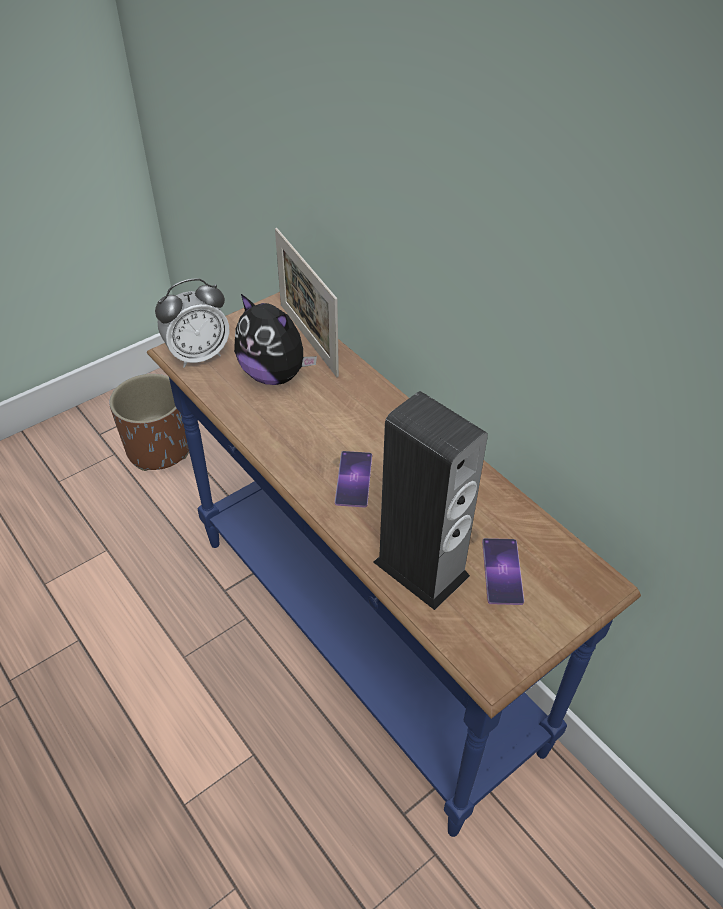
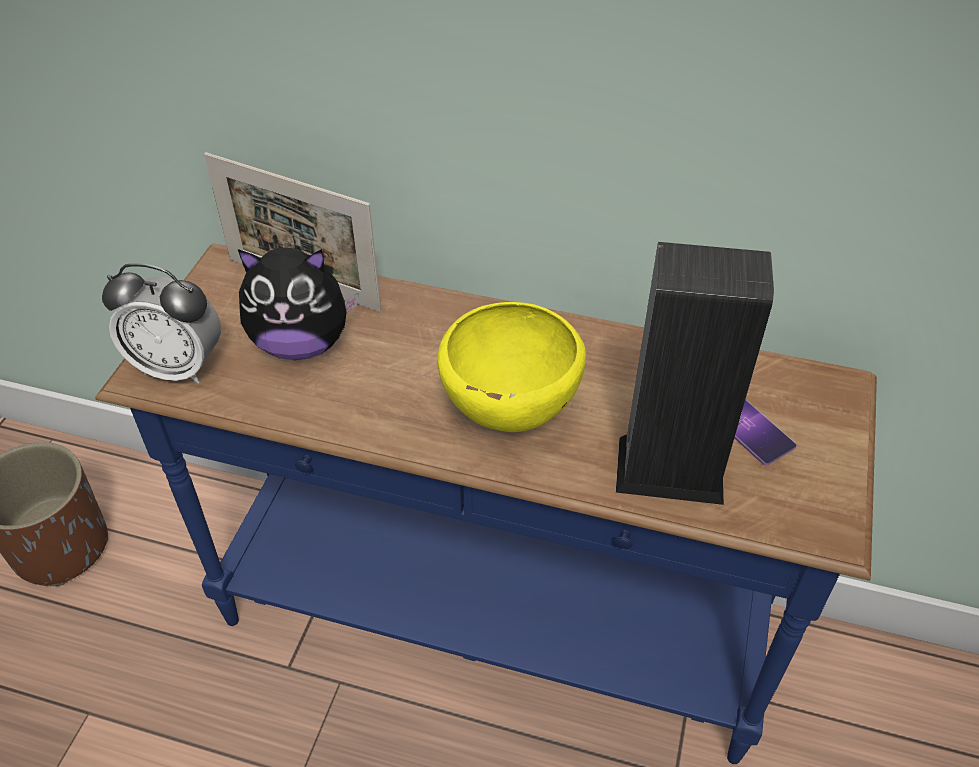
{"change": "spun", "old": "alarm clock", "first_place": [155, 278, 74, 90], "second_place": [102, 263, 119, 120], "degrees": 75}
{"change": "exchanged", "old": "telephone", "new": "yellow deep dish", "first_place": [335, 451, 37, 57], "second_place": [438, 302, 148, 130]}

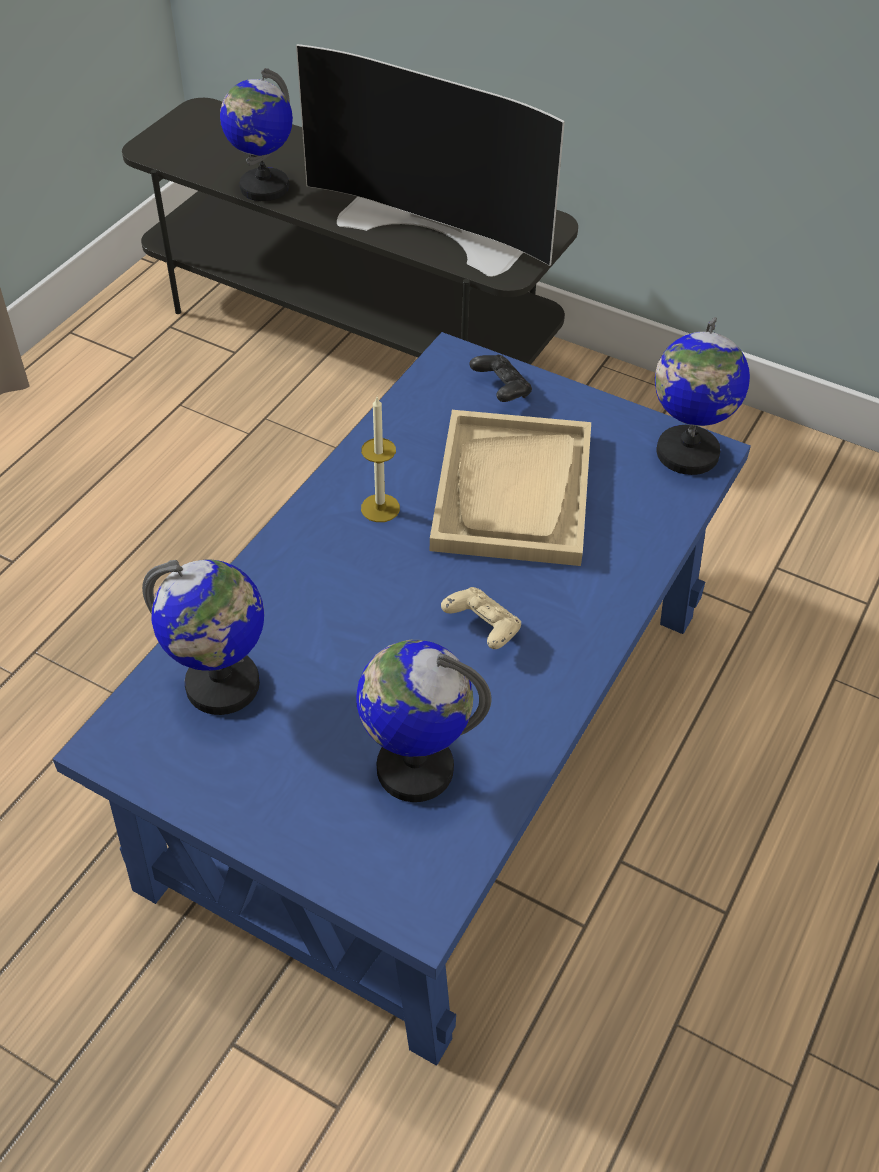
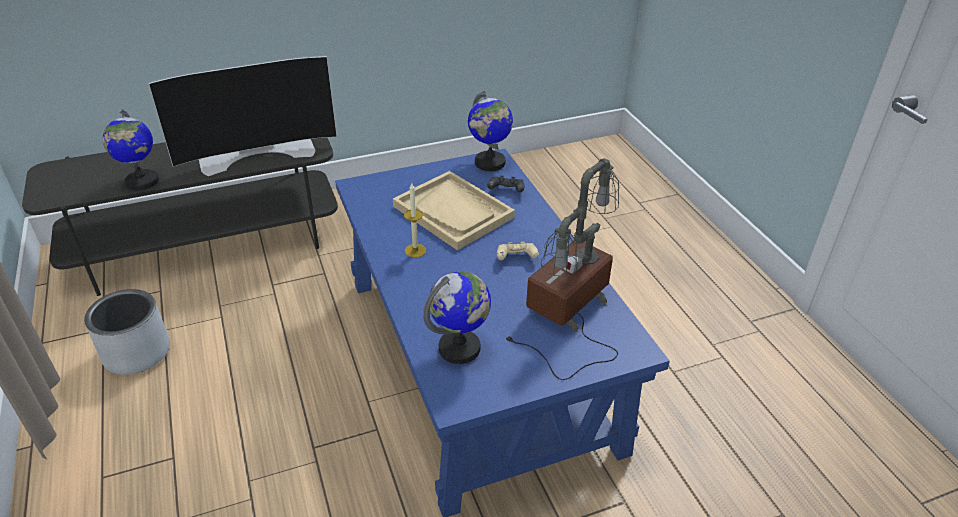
{"change": "exchanged", "old": "desk globe", "new": "lamp for a table", "first_place": [356, 640, 135, 162], "second_place": [504, 158, 115, 222]}
{"change": "relocated", "old": "black gamepad", "first_place": [469, 355, 63, 47], "second_place": [487, 175, 38, 17]}
{"change": "appeared", "new": "greyish plant pot", "second_place": [84, 289, 86, 86]}

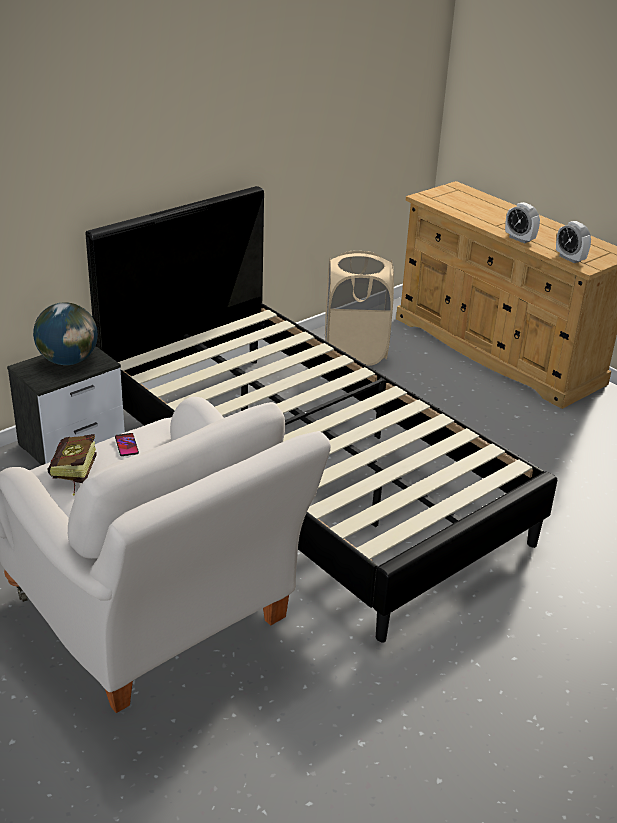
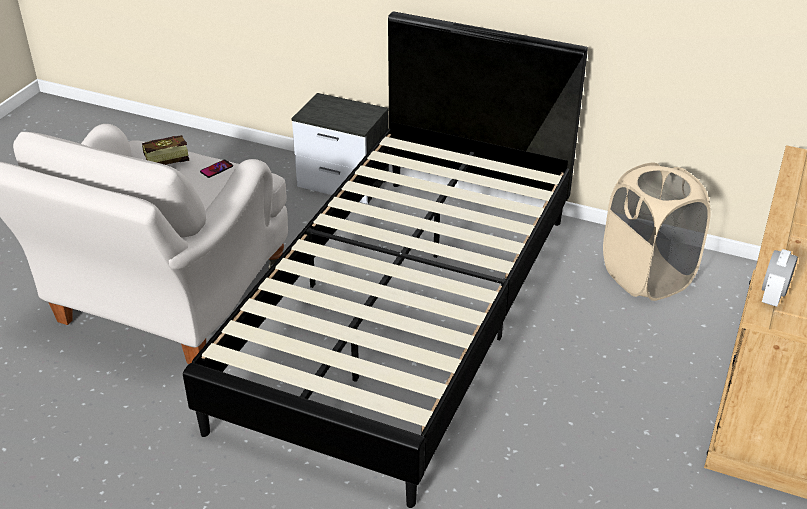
{"change": "missing", "old": "desk globe", "first_place": [33, 302, 65, 63]}
{"change": "missing", "old": "alarm clock", "first_place": [505, 202, 35, 41]}

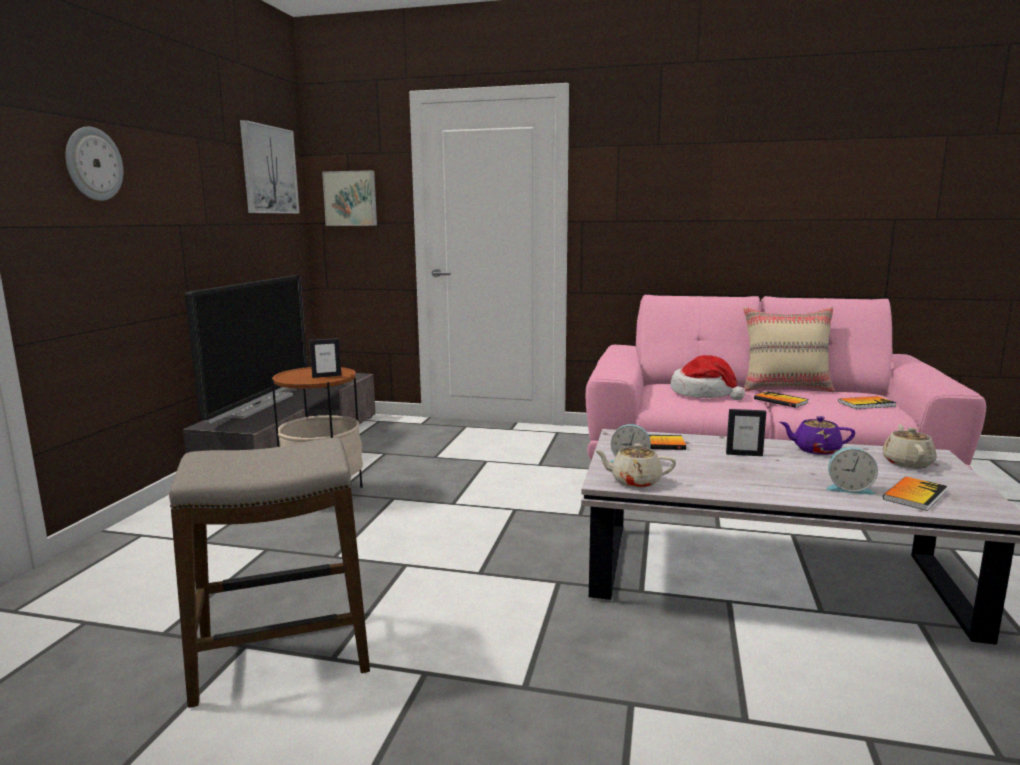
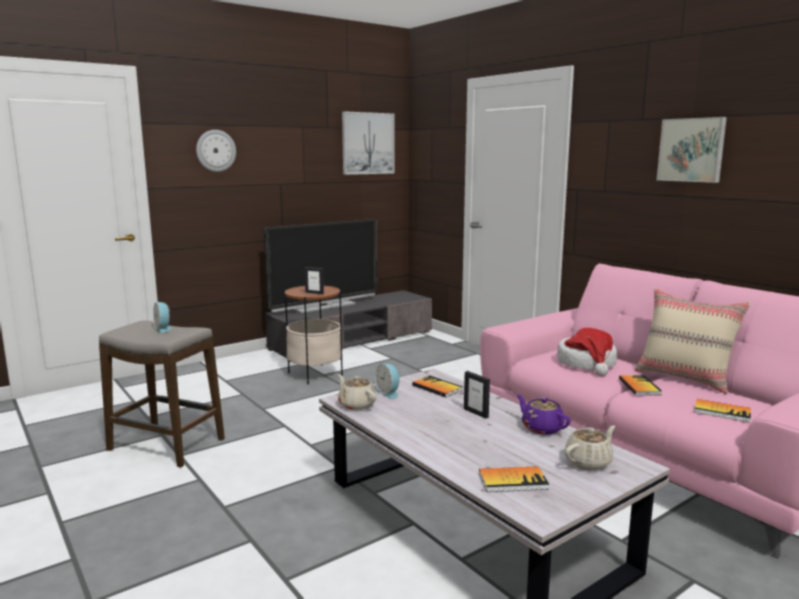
{"change": "relocated", "old": "wall art", "first_place": [322, 170, 55, 56], "second_place": [657, 117, 70, 66]}
{"change": "relocated", "old": "alarm clock", "first_place": [826, 447, 52, 48], "second_place": [153, 302, 18, 31]}

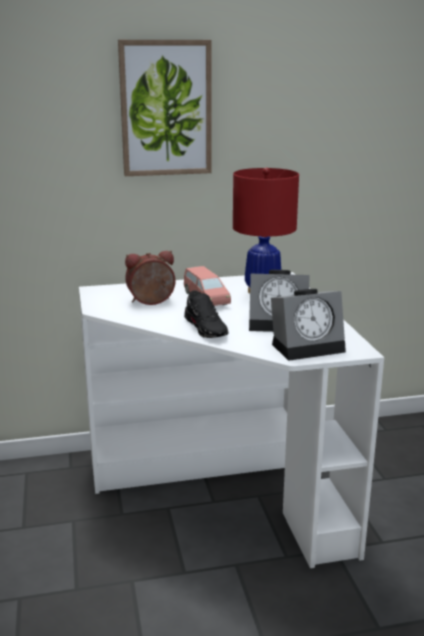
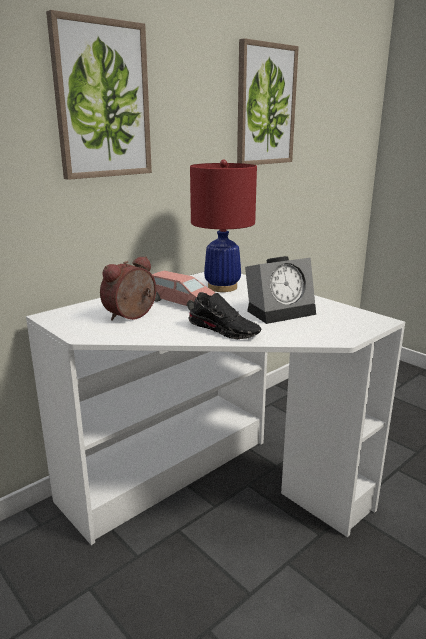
{"change": "missing", "old": "alarm clock", "first_place": [271, 289, 75, 72]}
{"change": "appeared", "new": "wall art", "second_place": [237, 38, 62, 127]}

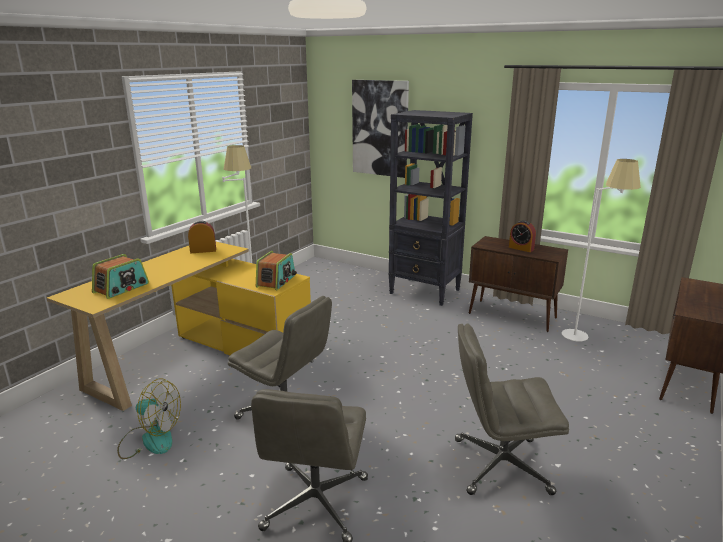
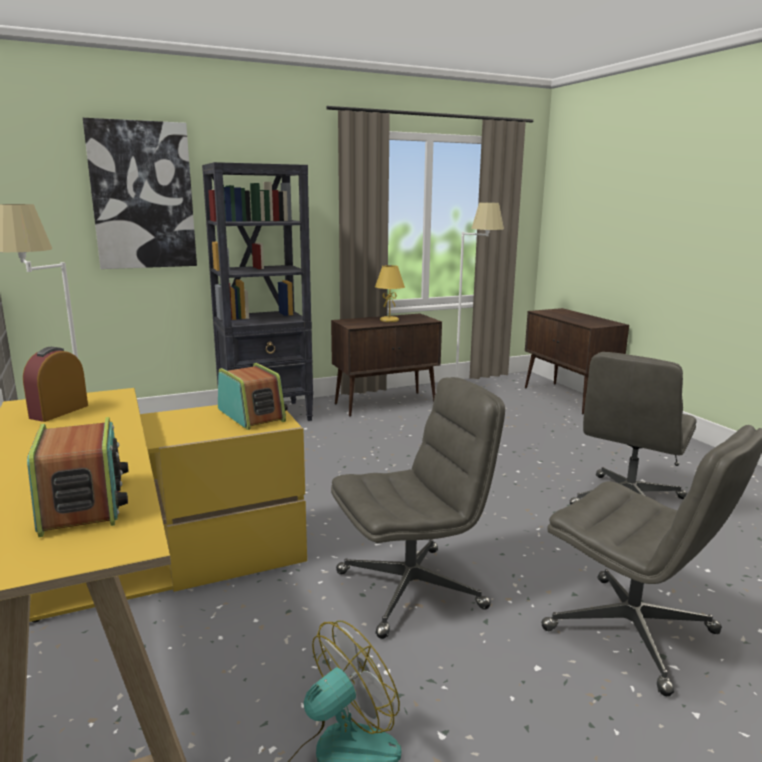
{"change": "exchanged", "old": "alarm clock", "new": "yellow lamp for a table", "first_place": [509, 220, 27, 32], "second_place": [375, 265, 30, 57]}

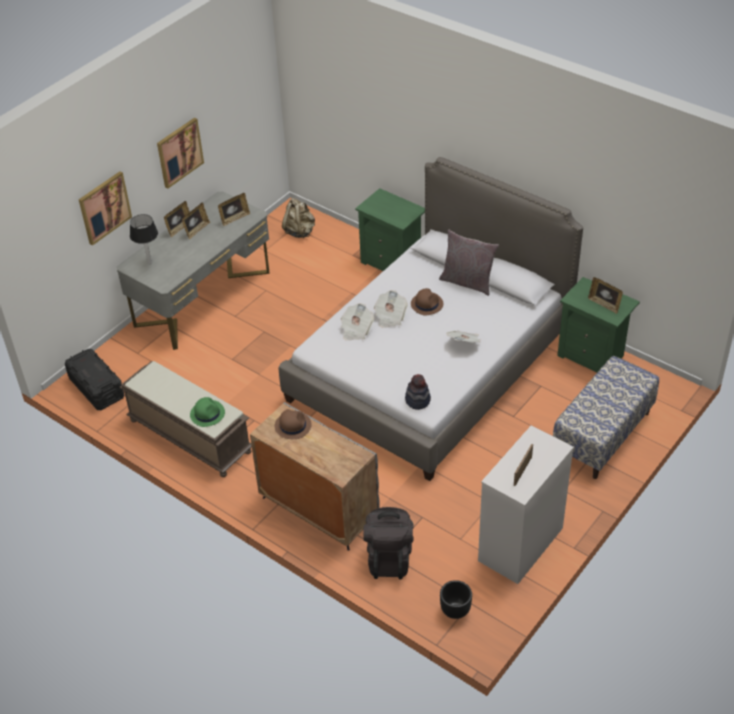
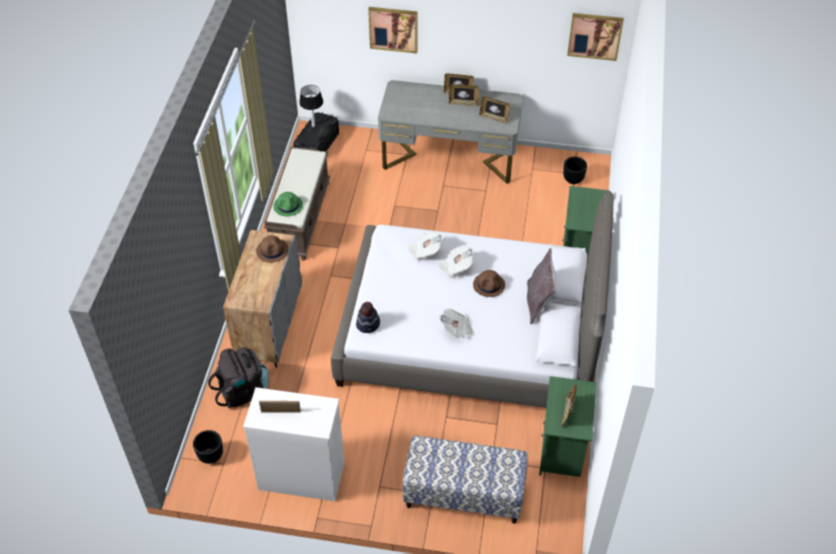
{"change": "relocated", "old": "lamp for a table", "first_place": [130, 214, 28, 50], "second_place": [299, 85, 24, 42]}
{"change": "relocated", "old": "wall art", "first_place": [157, 118, 47, 71], "second_place": [567, 13, 57, 48]}
{"change": "exchanged", "old": "beige knapsack", "new": "black plant pot", "first_place": [282, 198, 33, 40], "second_place": [563, 157, 24, 27]}

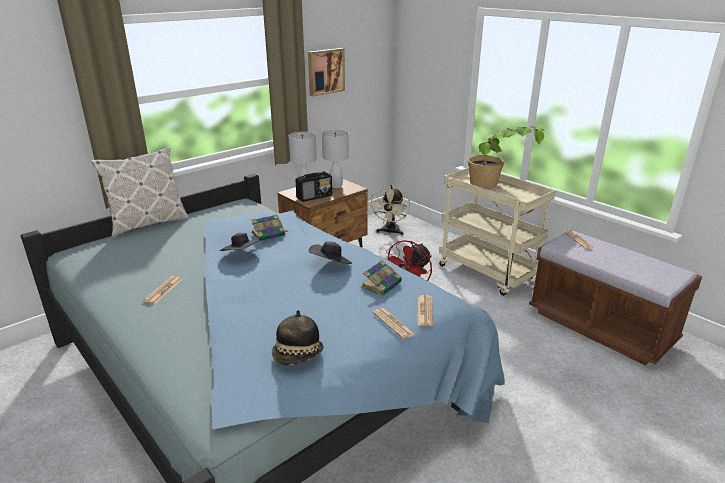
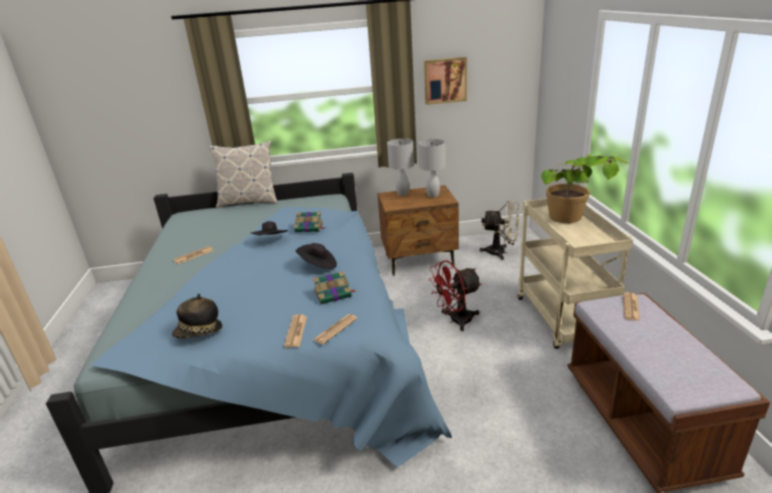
{"change": "missing", "old": "radio", "first_place": [296, 171, 36, 31]}
{"change": "spun", "old": "beige fan", "first_place": [369, 185, 41, 50], "second_place": [480, 200, 39, 60], "degrees": -120}

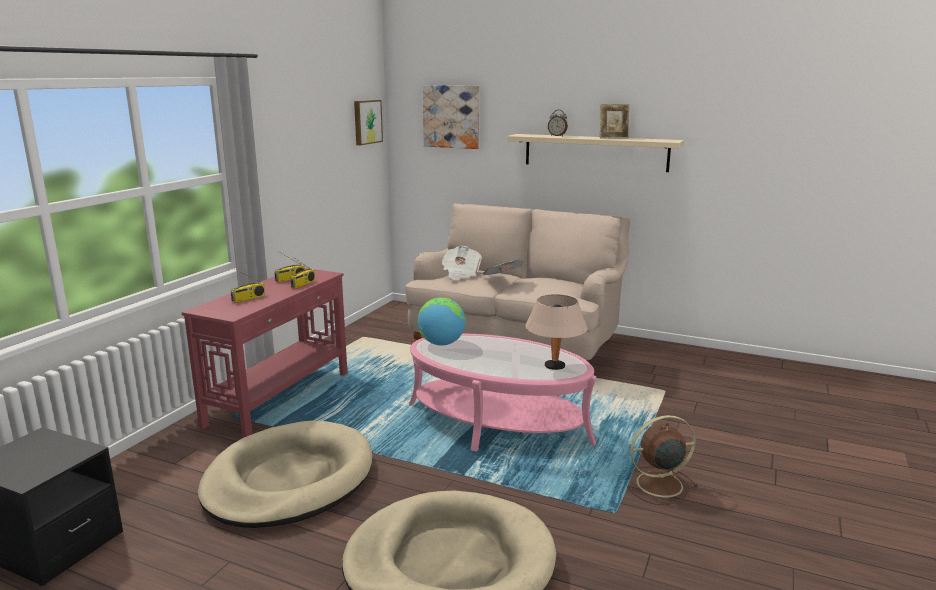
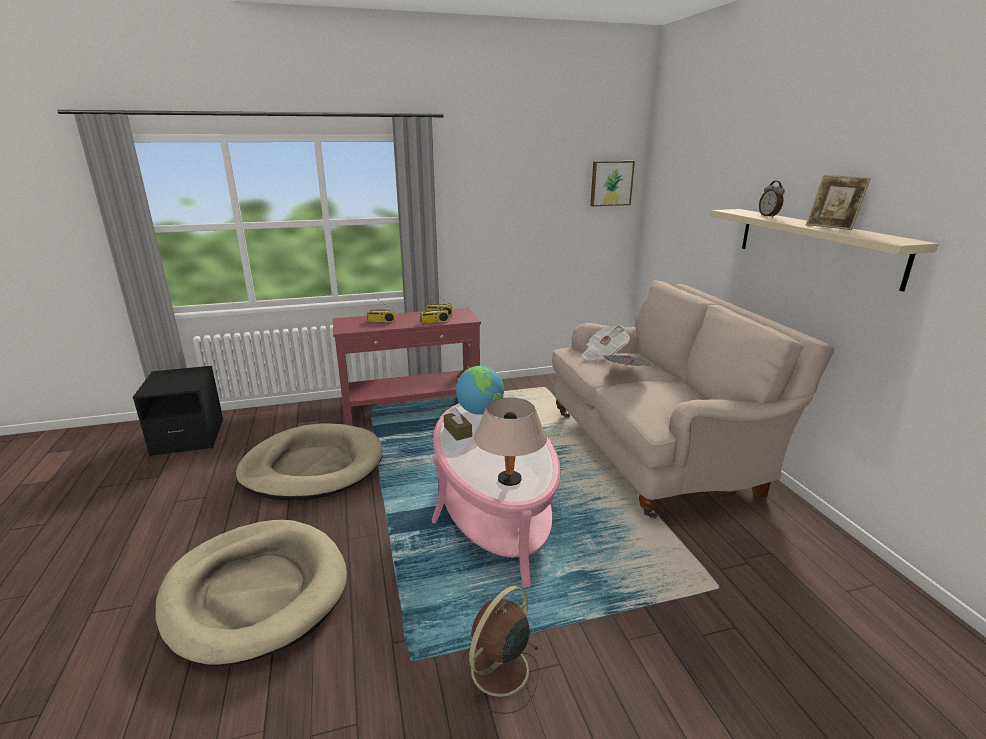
{"change": "missing", "old": "wall art", "first_place": [423, 85, 56, 64]}
{"change": "spun", "old": "brown-coloured fan", "first_place": [627, 415, 71, 90], "second_place": [456, 586, 83, 128], "degrees": -90}
{"change": "appeared", "new": "brown-coloured tissue holder", "second_place": [444, 407, 28, 34]}

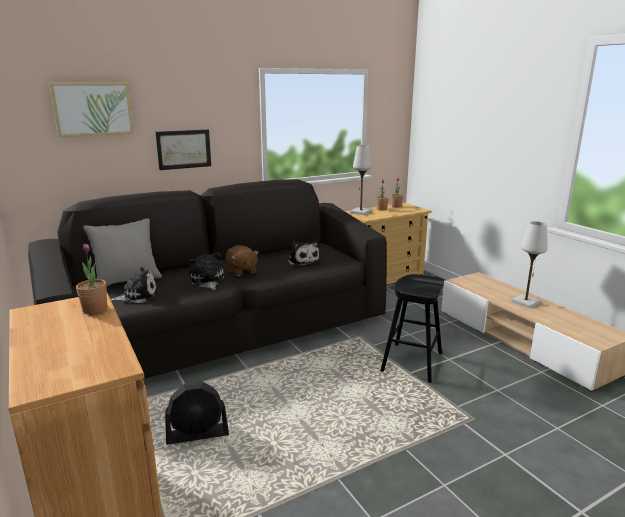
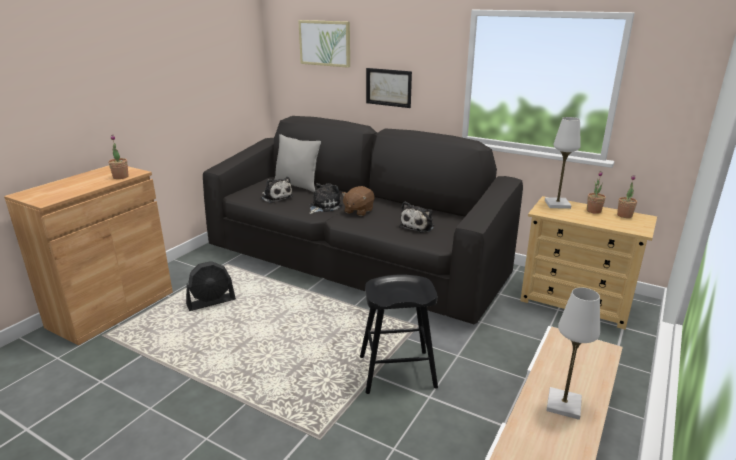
{"change": "spun", "old": "black fan", "first_place": [165, 381, 64, 64], "second_place": [186, 261, 50, 50], "degrees": -75}

